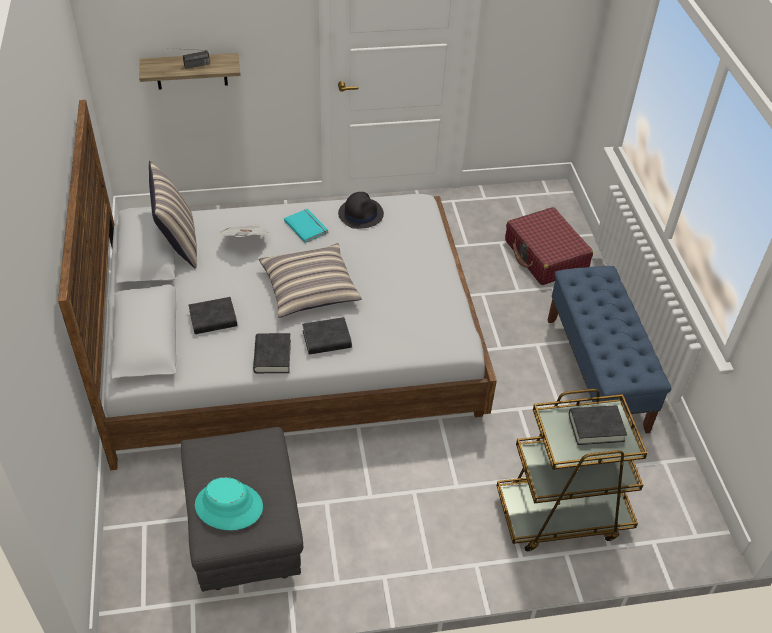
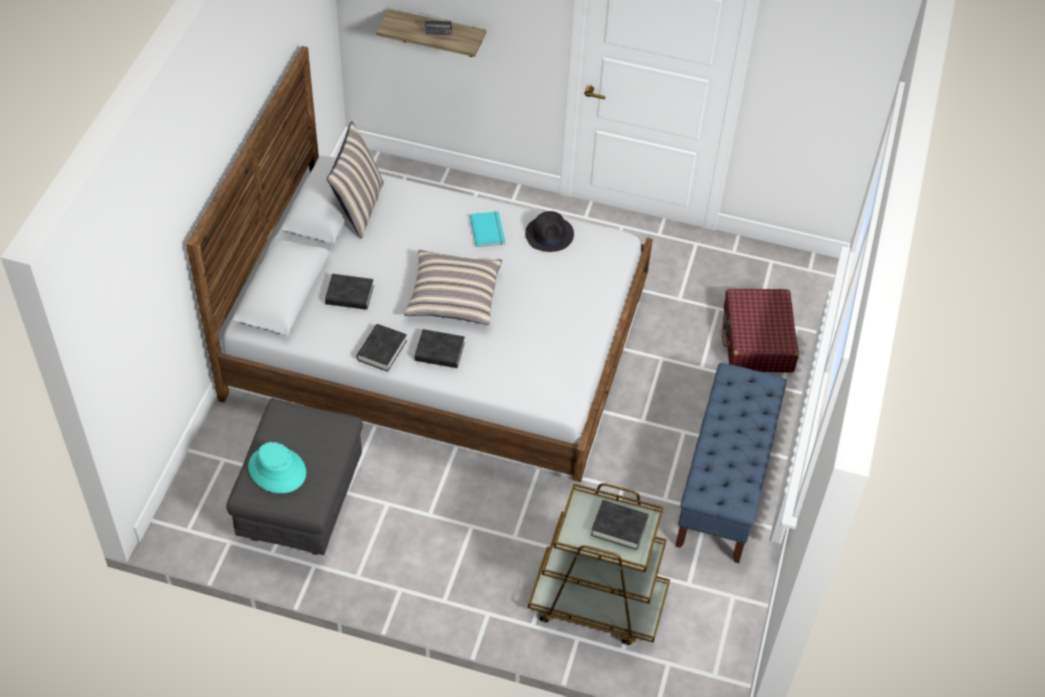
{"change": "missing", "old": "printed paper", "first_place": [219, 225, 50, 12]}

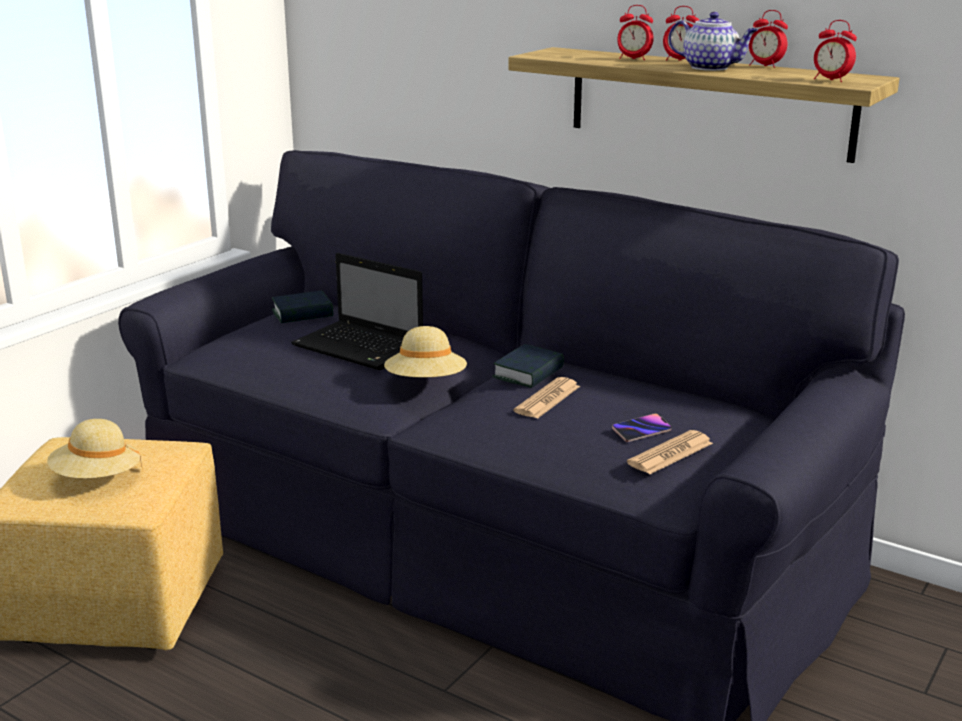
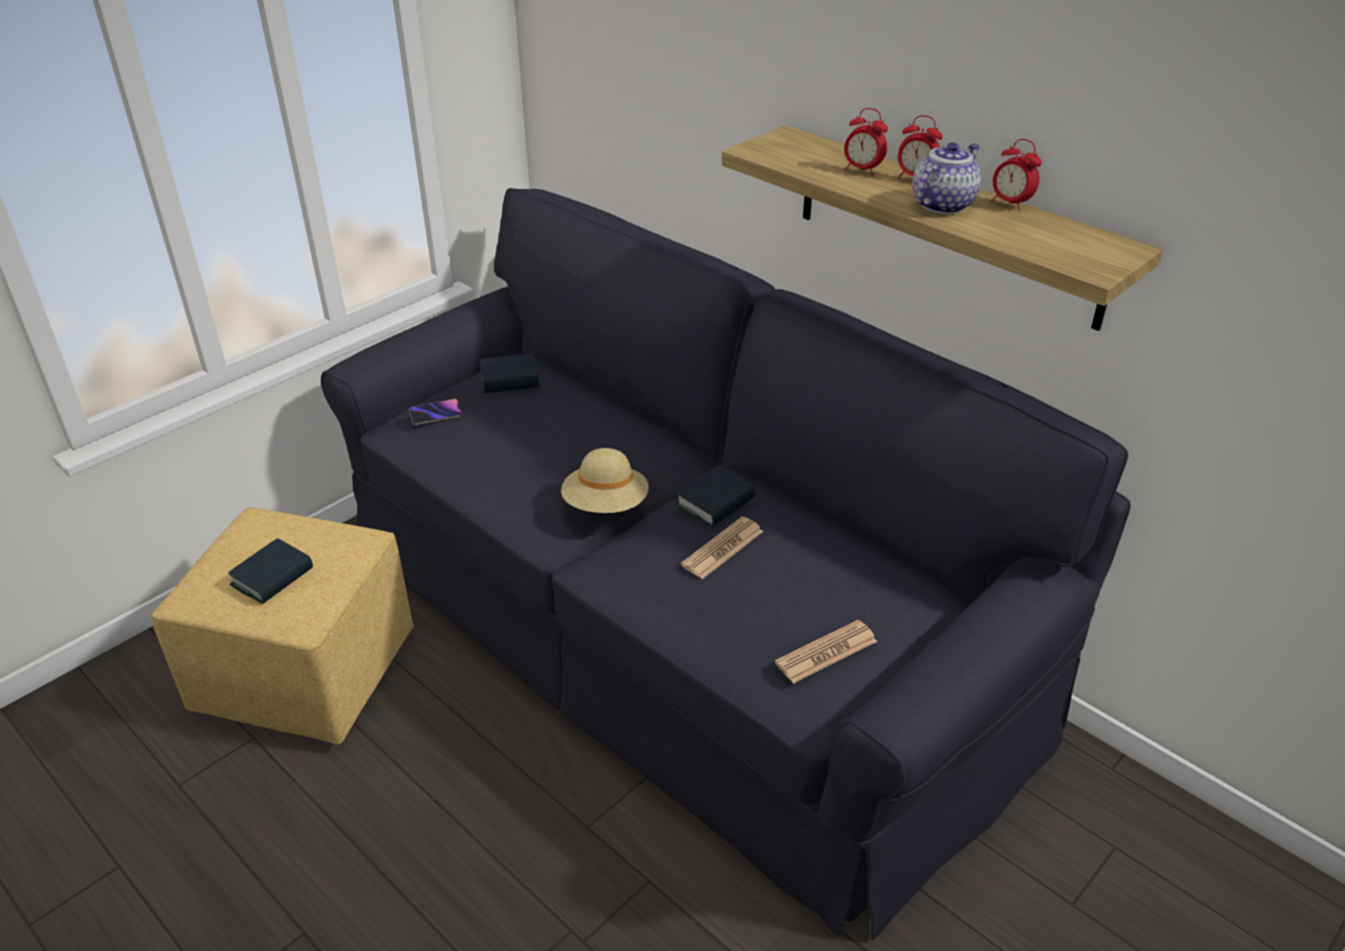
{"change": "exchanged", "old": "beige clothing hat", "new": "volume", "first_place": [47, 419, 95, 60], "second_place": [228, 538, 85, 66]}
{"change": "missing", "old": "notebook computer", "first_place": [291, 253, 132, 117]}
{"change": "relocated", "old": "telephone", "first_place": [612, 413, 60, 29], "second_place": [409, 399, 53, 26]}
{"change": "spun", "old": "tea pot", "first_place": [669, 12, 89, 59], "second_place": [913, 142, 68, 72], "degrees": -90}
{"change": "missing", "old": "alarm clock", "first_place": [814, 20, 43, 62]}

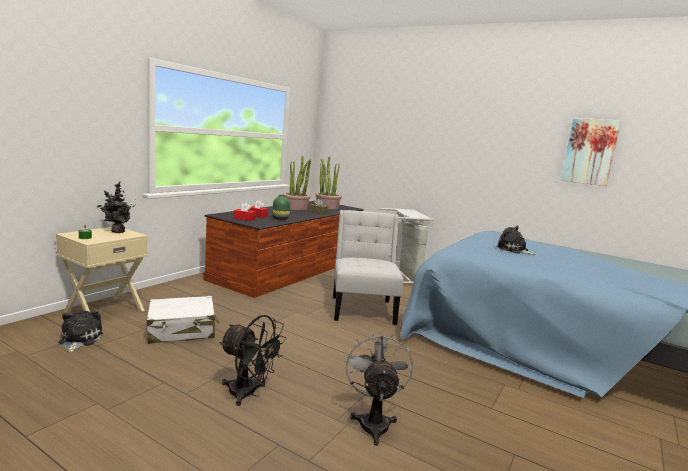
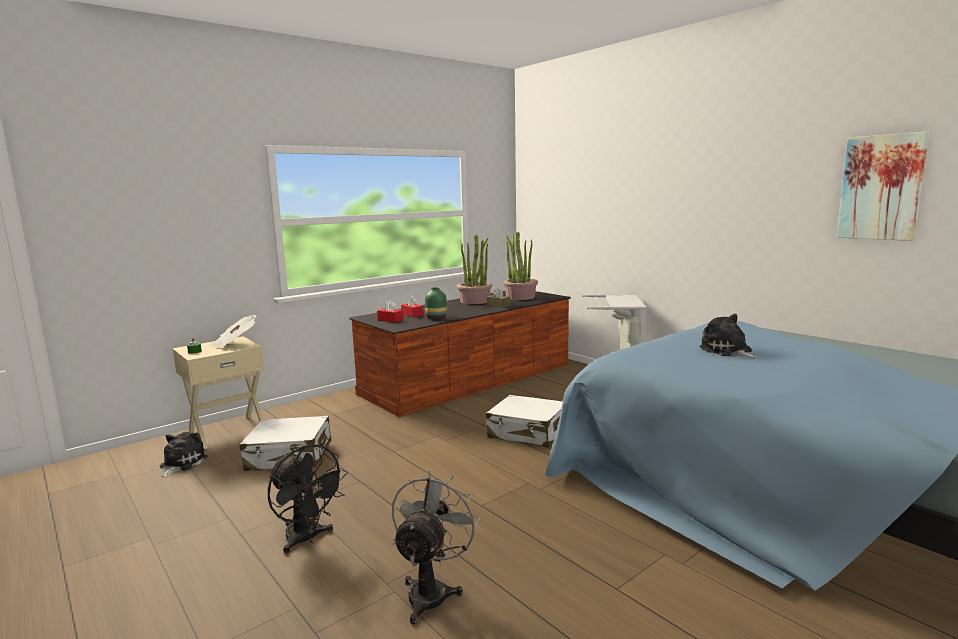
{"change": "exchanged", "old": "plant in a pot", "new": "printed paper", "first_place": [97, 181, 38, 52], "second_place": [209, 315, 48, 33]}
{"change": "exchanged", "old": "white-coloured plain chair", "new": "white-coloured travel case", "first_place": [333, 210, 71, 115], "second_place": [486, 395, 77, 53]}

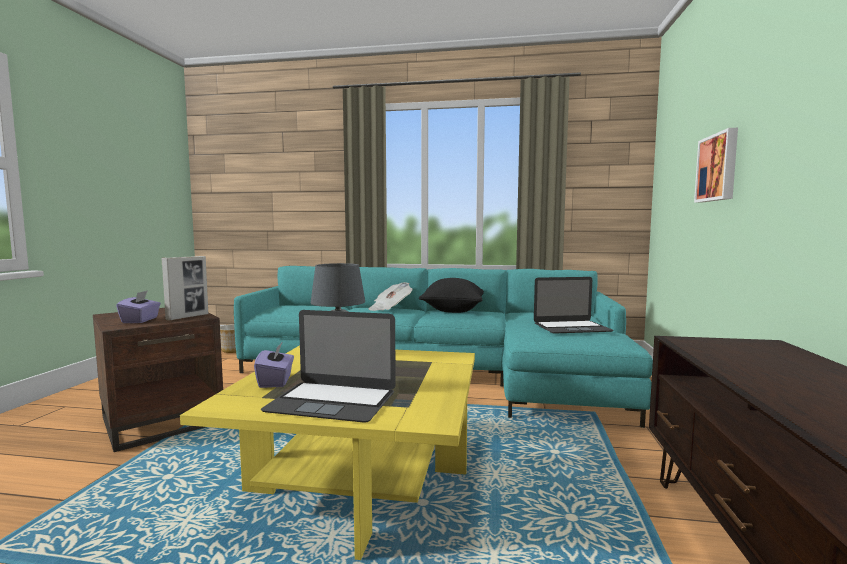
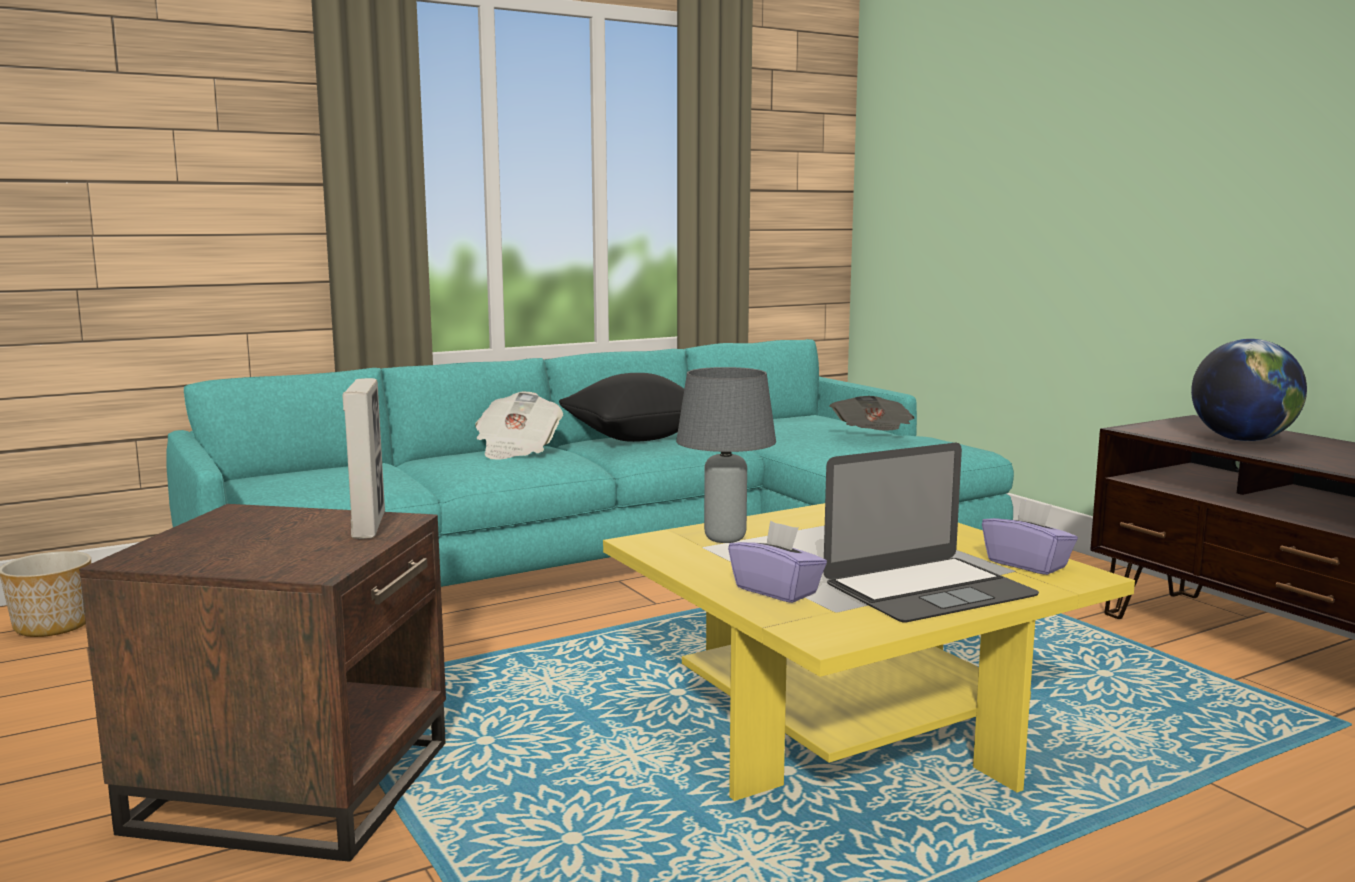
{"change": "relocated", "old": "purple tissue holder", "first_place": [116, 290, 45, 33], "second_place": [982, 499, 96, 76]}
{"change": "exchanged", "old": "notebook computer", "new": "printed paper", "first_place": [534, 277, 79, 57], "second_place": [830, 396, 84, 35]}
{"change": "missing", "old": "wall art", "first_place": [694, 128, 44, 75]}
{"change": "appeared", "new": "desk globe", "second_place": [1191, 339, 116, 102]}

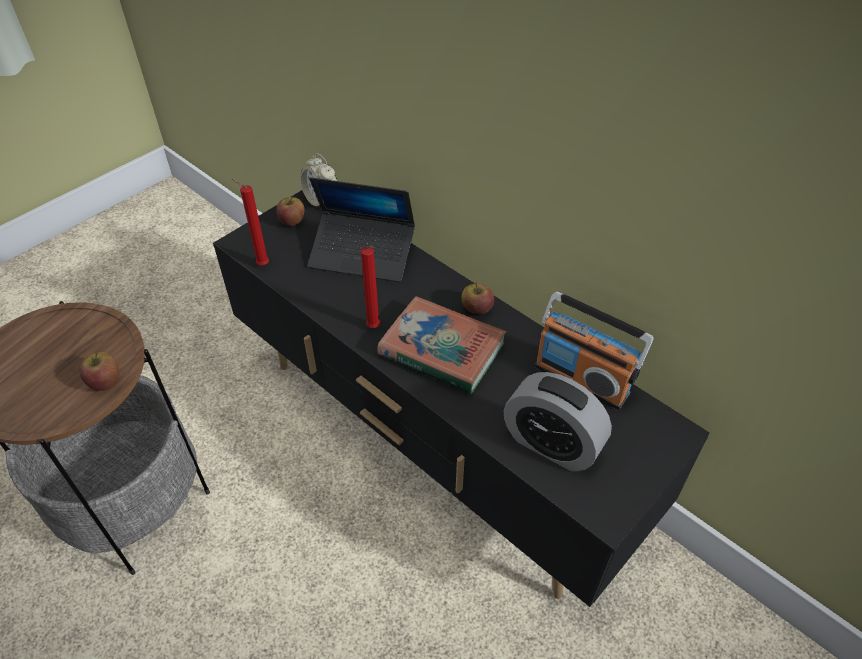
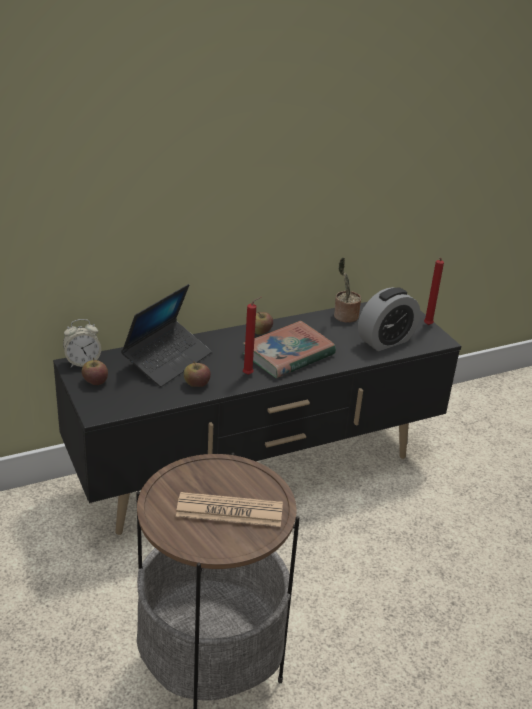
{"change": "relocated", "old": "apple fruit", "first_place": [79, 352, 40, 39], "second_place": [184, 361, 27, 26]}
{"change": "relocated", "old": "reddish wax light", "first_place": [232, 179, 37, 86], "second_place": [424, 257, 20, 68]}
{"change": "exchanged", "old": "radio", "new": "plant in a pot", "first_place": [535, 291, 119, 119], "second_place": [334, 257, 27, 66]}
{"change": "appeared", "new": "printed paper", "second_place": [176, 492, 107, 35]}

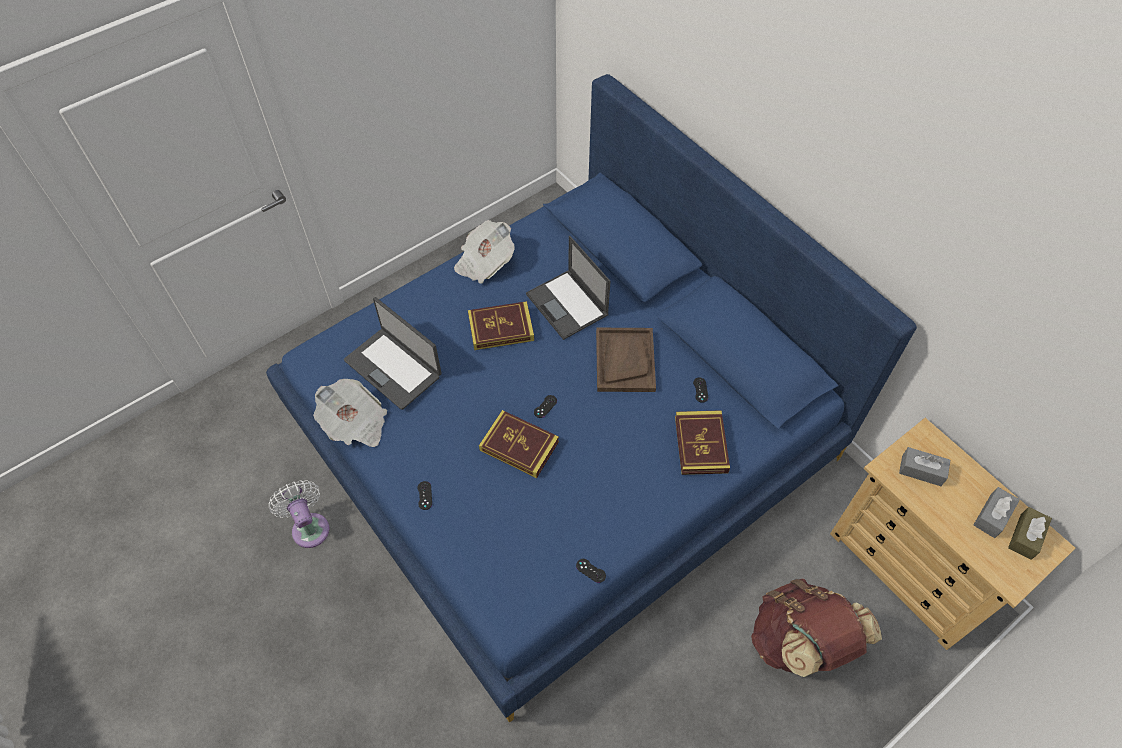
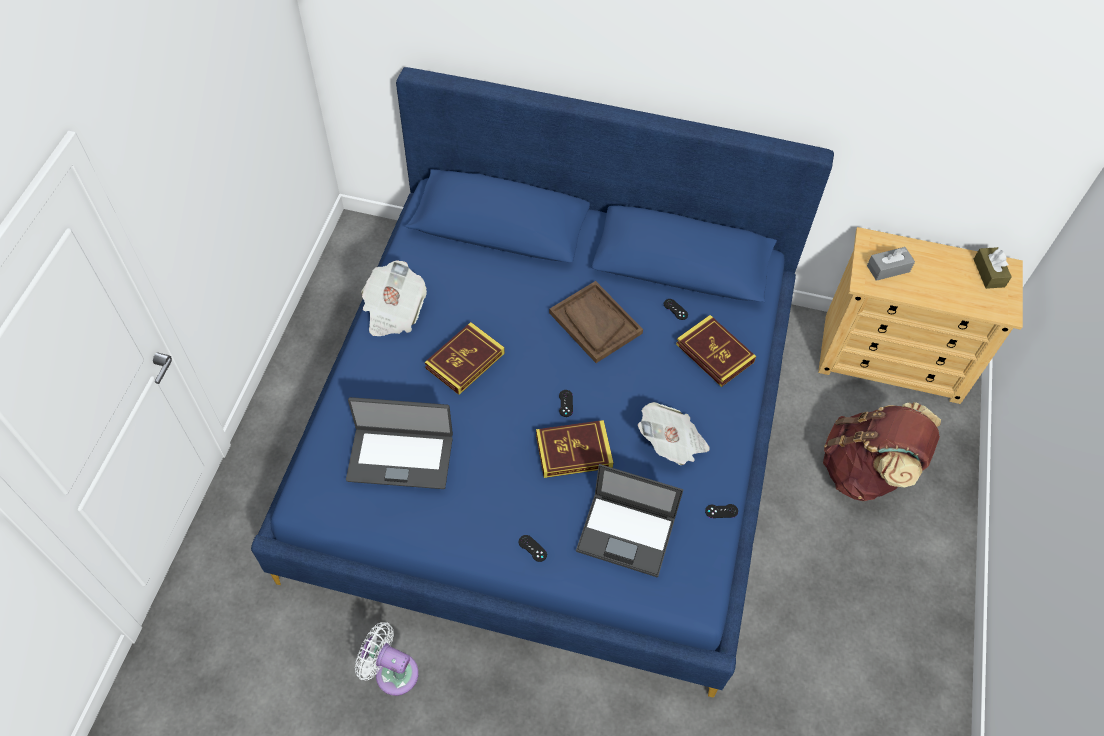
{"change": "relocated", "old": "printed paper", "first_place": [313, 379, 74, 68], "second_place": [638, 402, 72, 63]}
{"change": "relocated", "old": "notebook computer", "first_place": [526, 236, 85, 104], "second_place": [576, 464, 107, 113]}
{"change": "missing", "old": "greyish tissue holder", "first_place": [974, 487, 46, 51]}

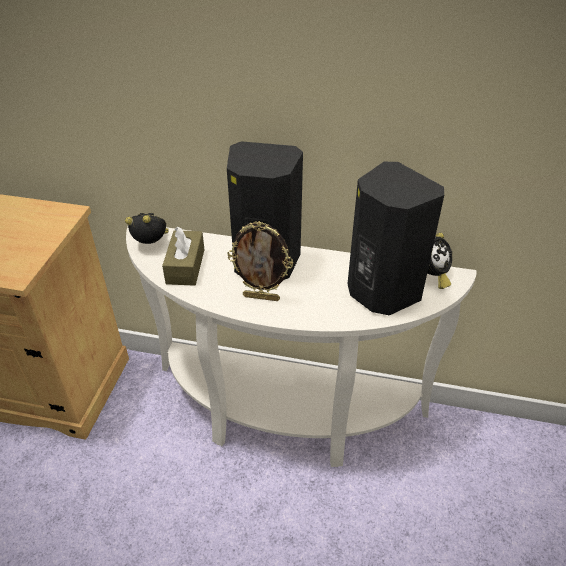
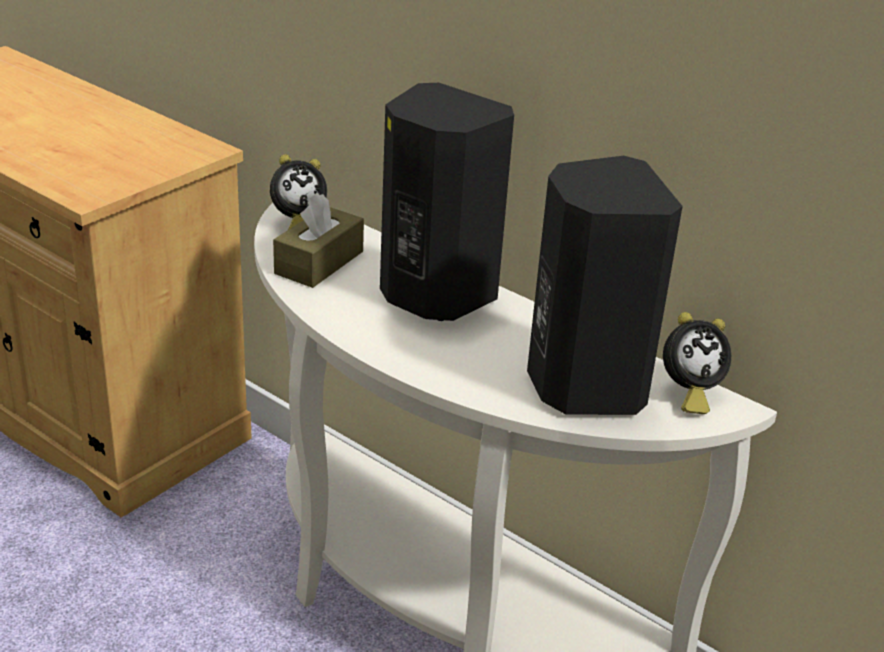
{"change": "spun", "old": "alarm clock", "first_place": [125, 213, 44, 31], "second_place": [270, 154, 57, 76], "degrees": 120}
{"change": "missing", "old": "photo frame", "first_place": [227, 221, 66, 80]}

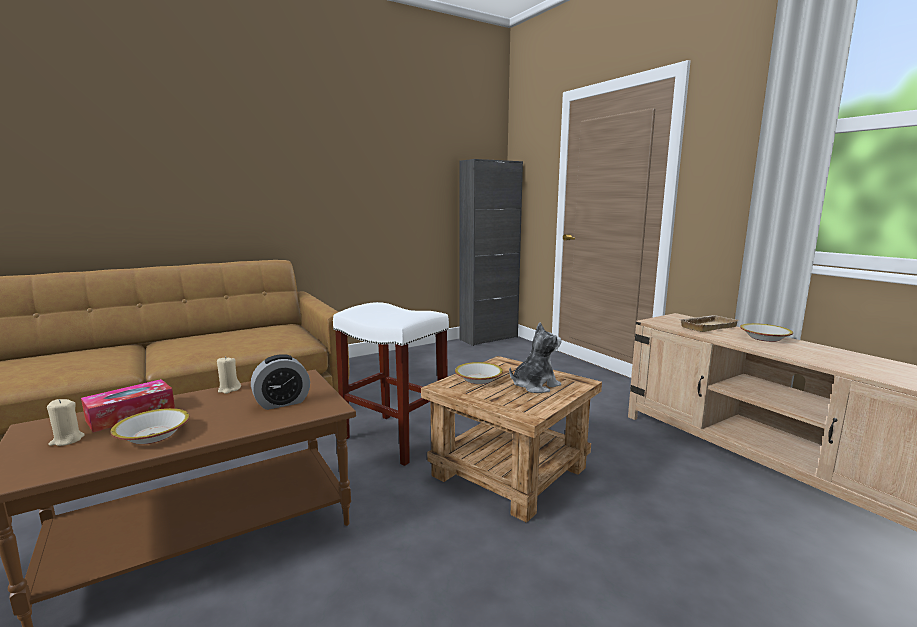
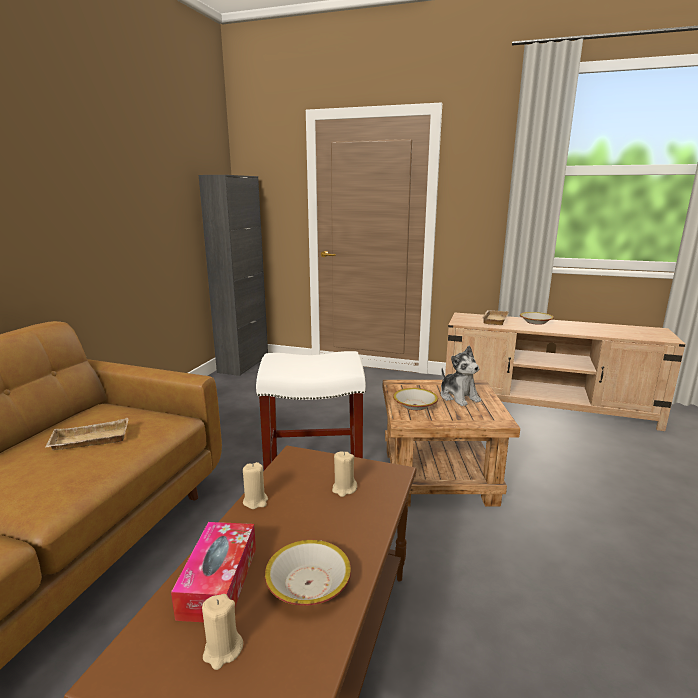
{"change": "exchanged", "old": "alarm clock", "new": "beige wax light", "first_place": [251, 354, 59, 56], "second_place": [332, 452, 25, 45]}
{"change": "spun", "old": "soft toy", "first_place": [509, 322, 53, 71], "second_place": [441, 346, 40, 60], "degrees": 135}
{"change": "appeared", "new": "beige carrying tray", "second_place": [45, 418, 84, 32]}

